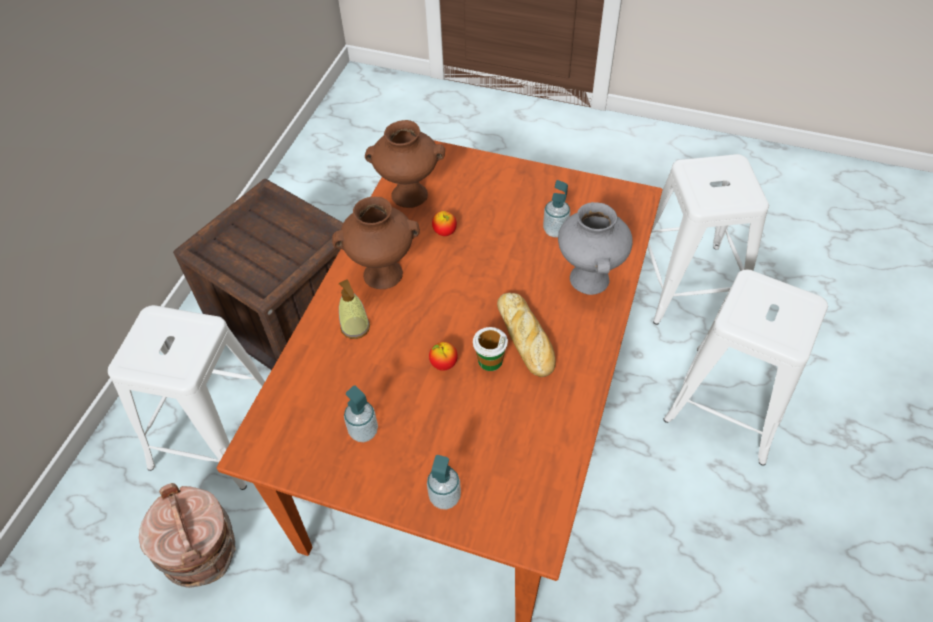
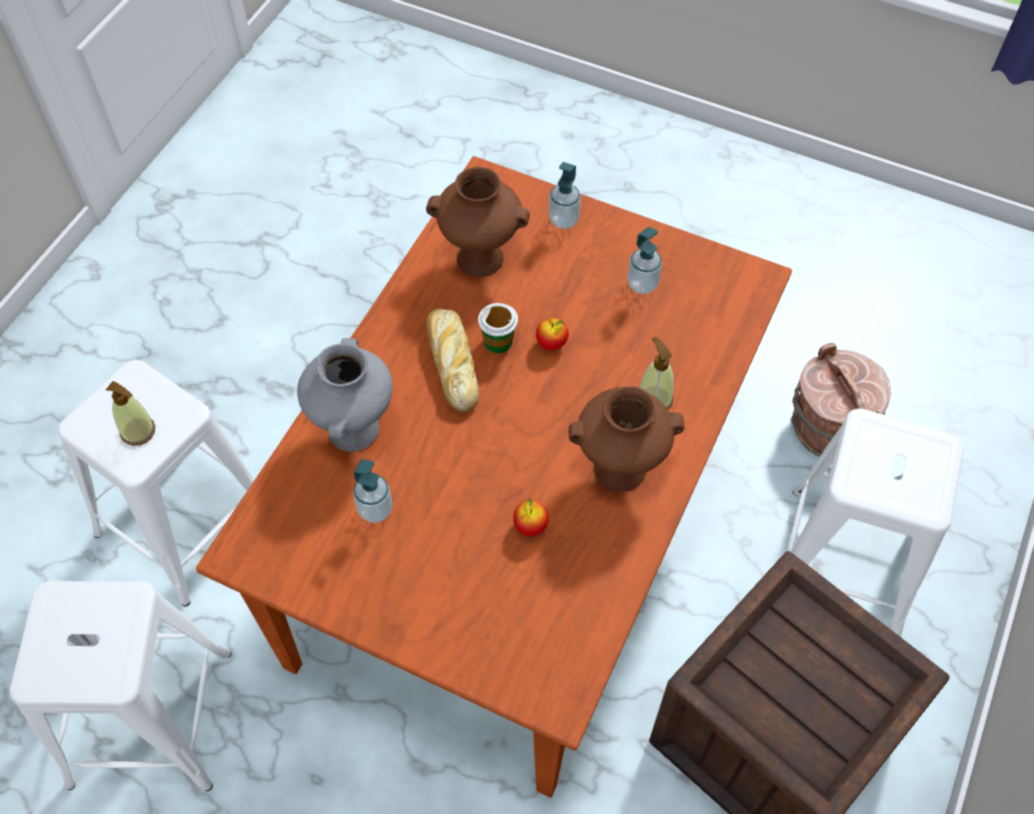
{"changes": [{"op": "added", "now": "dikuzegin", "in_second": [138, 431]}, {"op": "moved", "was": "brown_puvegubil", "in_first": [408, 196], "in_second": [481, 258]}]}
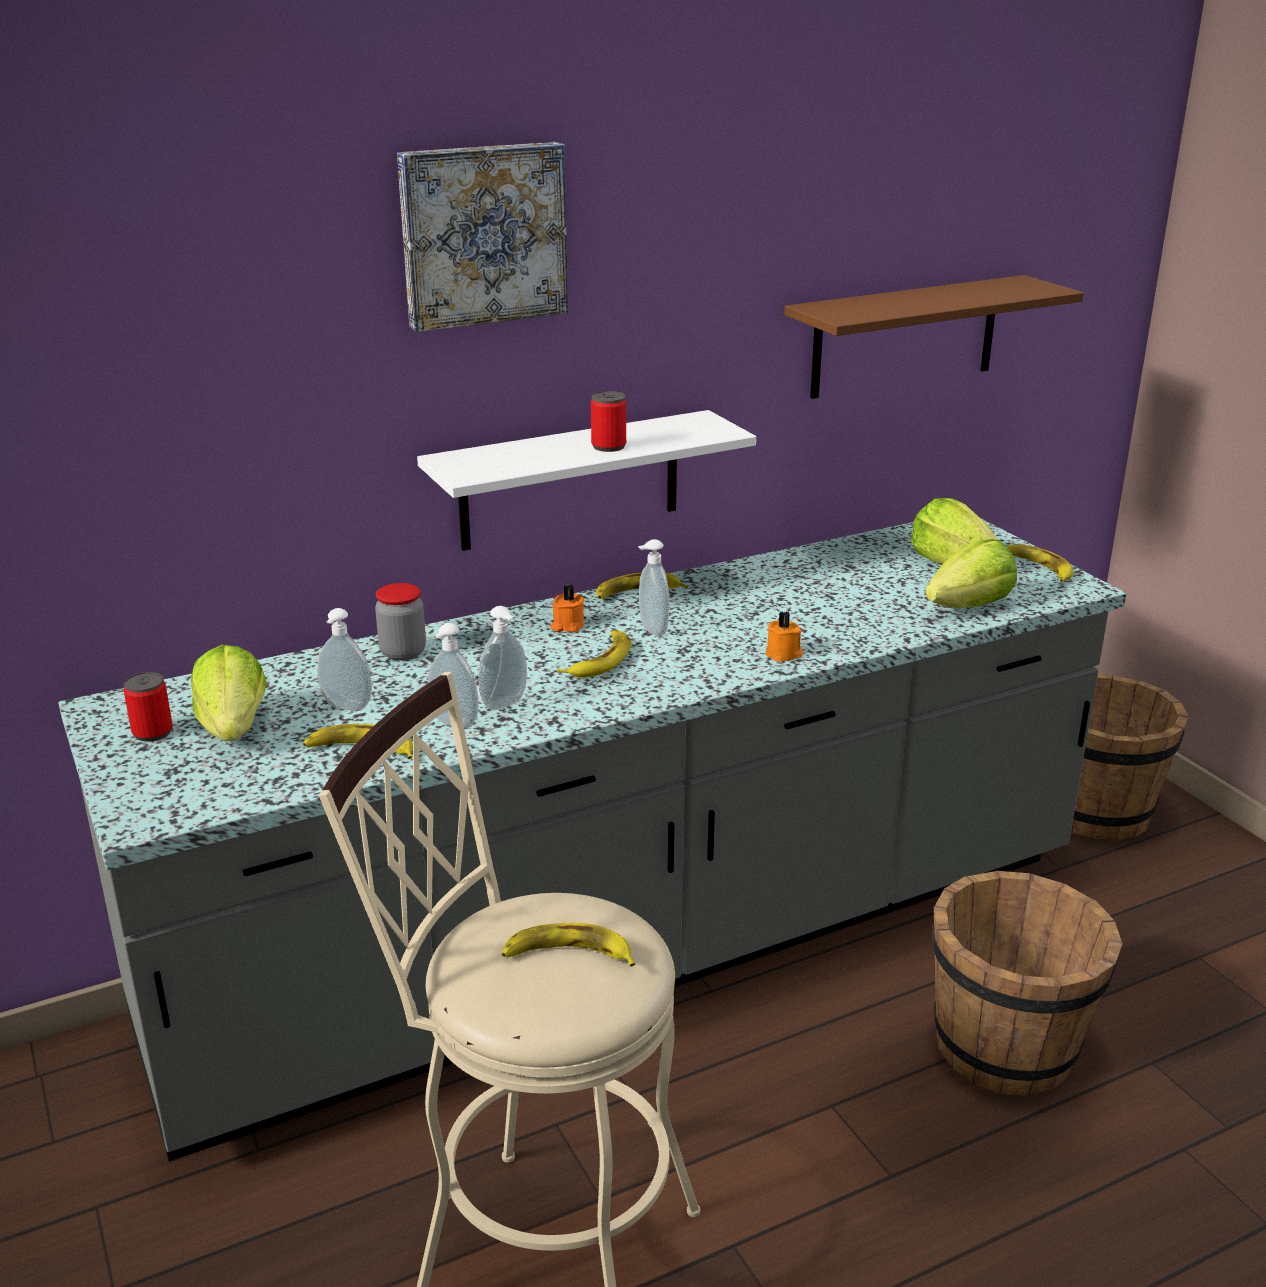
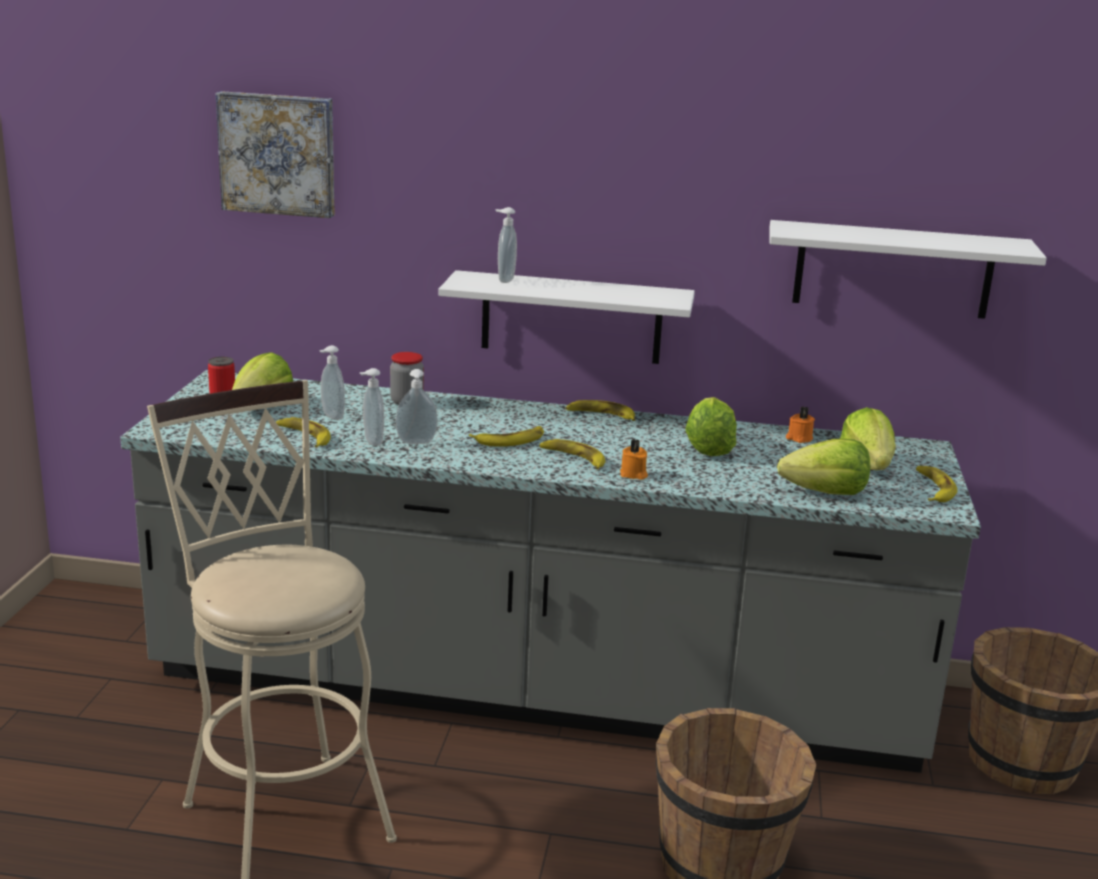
{"changes": [{"op": "removed", "was": "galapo", "in_first": [608, 446]}, {"op": "added", "now": "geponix", "in_second": [708, 448]}, {"op": "moved", "was": "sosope", "in_first": [482, 234], "in_second": [278, 154]}, {"op": "moved", "was": "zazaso", "in_first": [567, 955], "in_second": [573, 458]}, {"op": "moved", "was": "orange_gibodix", "in_first": [567, 626], "in_second": [799, 438]}, {"op": "moved", "was": "dikuzegin", "in_first": [651, 630], "in_second": [504, 280]}, {"op": "recoloured", "was": "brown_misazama", "now": "white_misazama", "in_first": [905, 337], "in_second": [893, 270]}]}
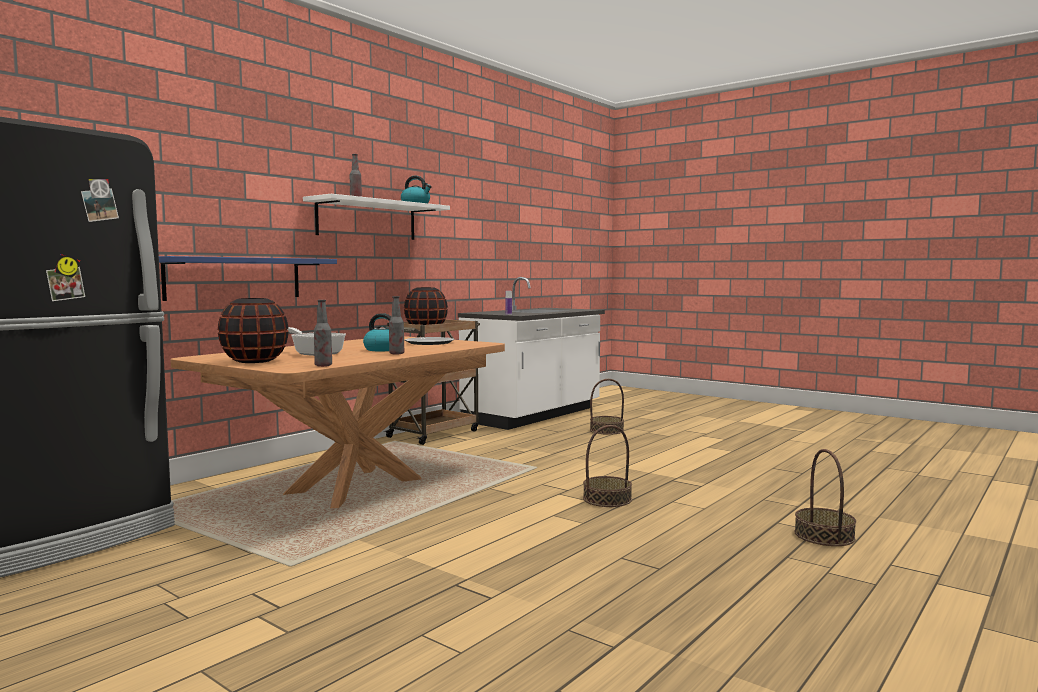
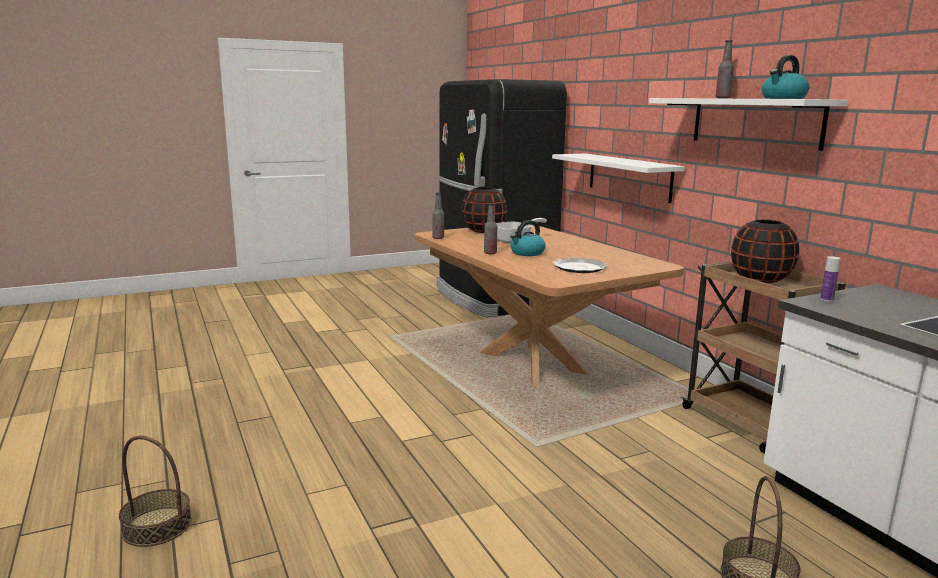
{"changes": [{"op": "removed", "was": "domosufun", "in_first": [607, 499]}, {"op": "recoloured", "was": "blue_misazama", "now": "white_misazama", "in_first": [234, 278], "in_second": [629, 177]}]}
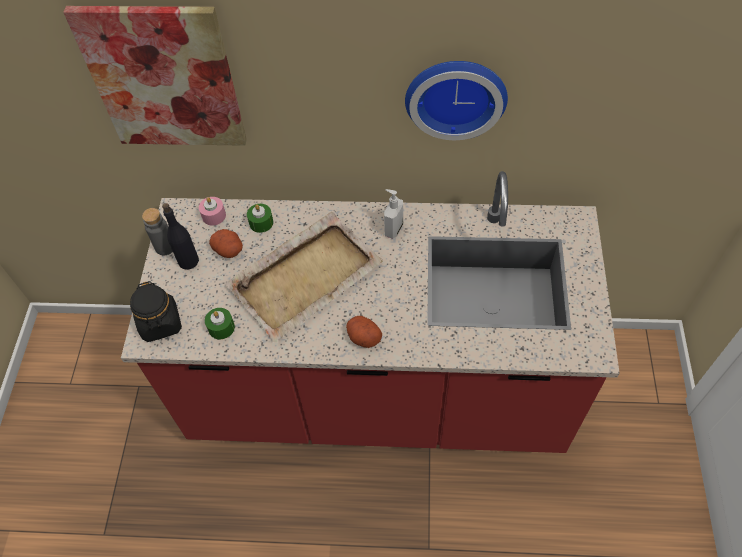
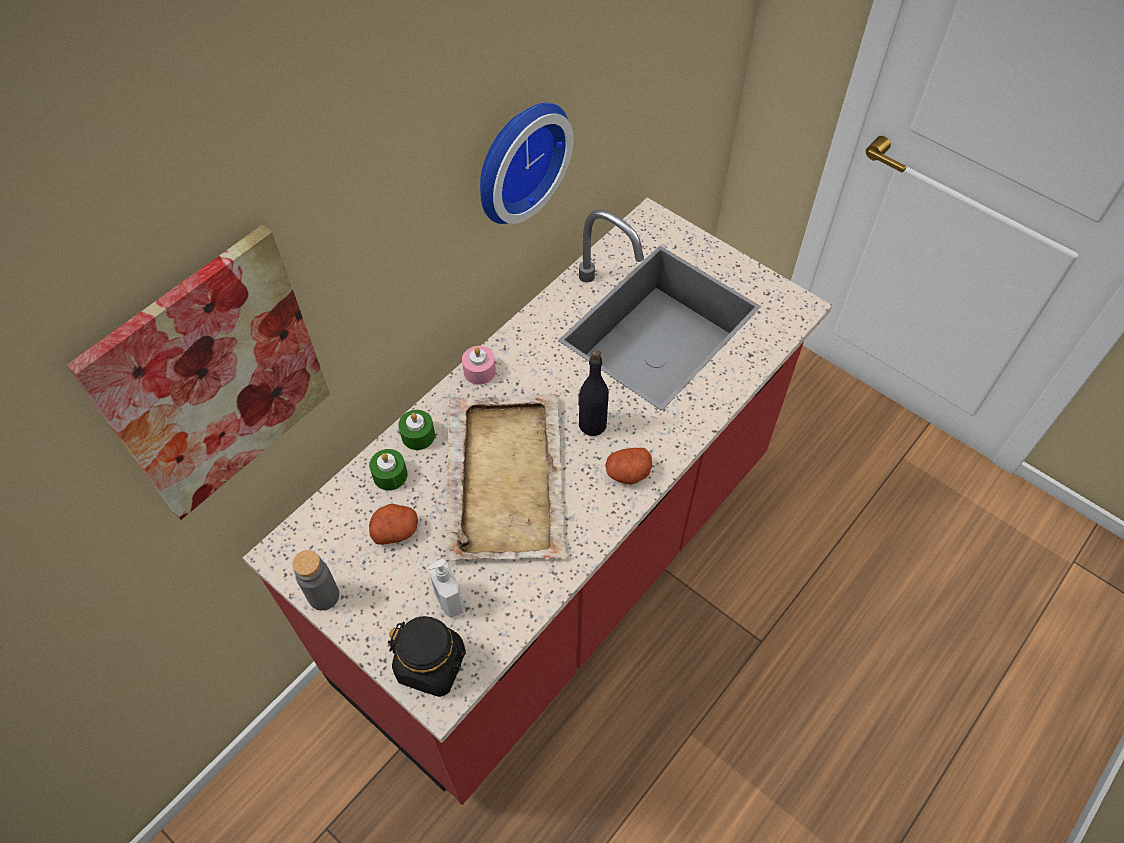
{"changes": [{"op": "moved", "was": "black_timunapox", "in_first": [188, 261], "in_second": [592, 424]}, {"op": "moved", "was": "pink_gibodix", "in_first": [214, 215], "in_second": [479, 371]}, {"op": "moved", "was": "green_gibodix", "in_first": [221, 327], "in_second": [418, 435]}, {"op": "moved", "was": "dikuzegin", "in_first": [393, 229], "in_second": [448, 601]}]}
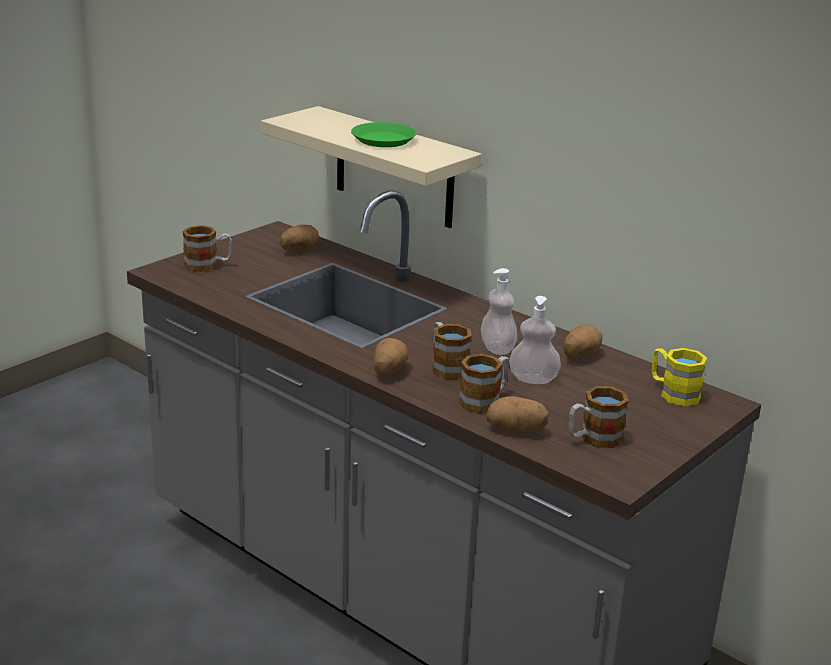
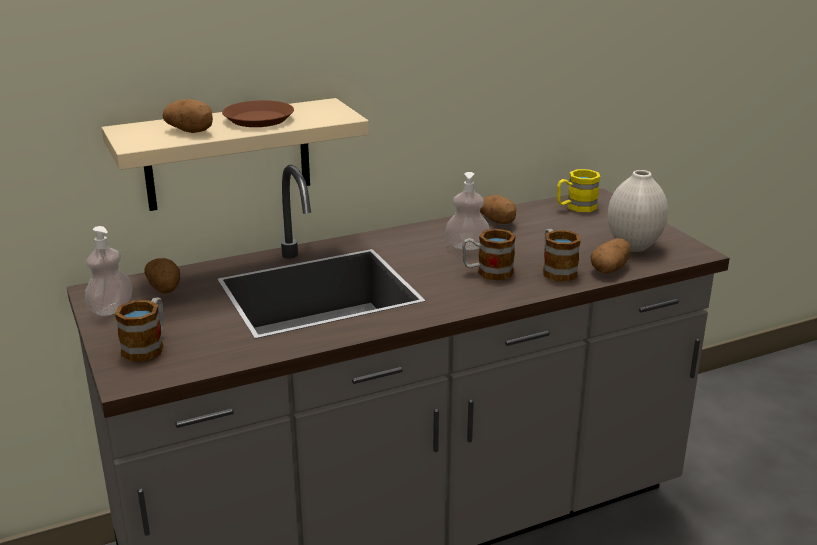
{"changes": [{"op": "moved", "was": "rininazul", "in_first": [388, 371], "in_second": [191, 131]}, {"op": "moved", "was": "dikuzegin", "in_first": [533, 379], "in_second": [111, 309]}, {"op": "replaced", "was": "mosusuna", "now": "white_puvegubil", "in_first": [593, 439], "in_second": [634, 247]}, {"op": "recoloured", "was": "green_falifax", "now": "brown_falifax", "in_first": [383, 140], "in_second": [258, 119]}]}
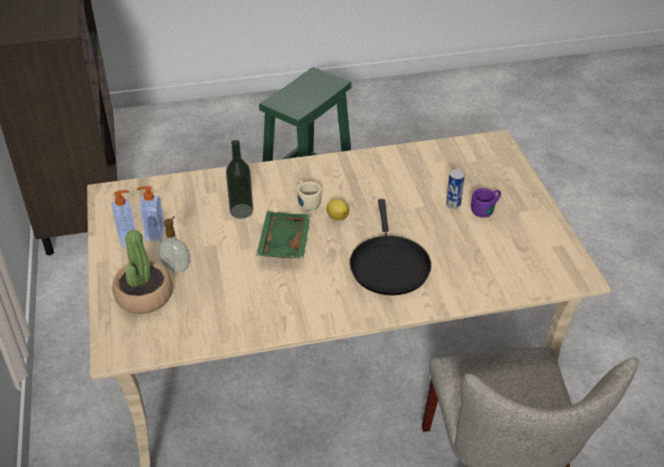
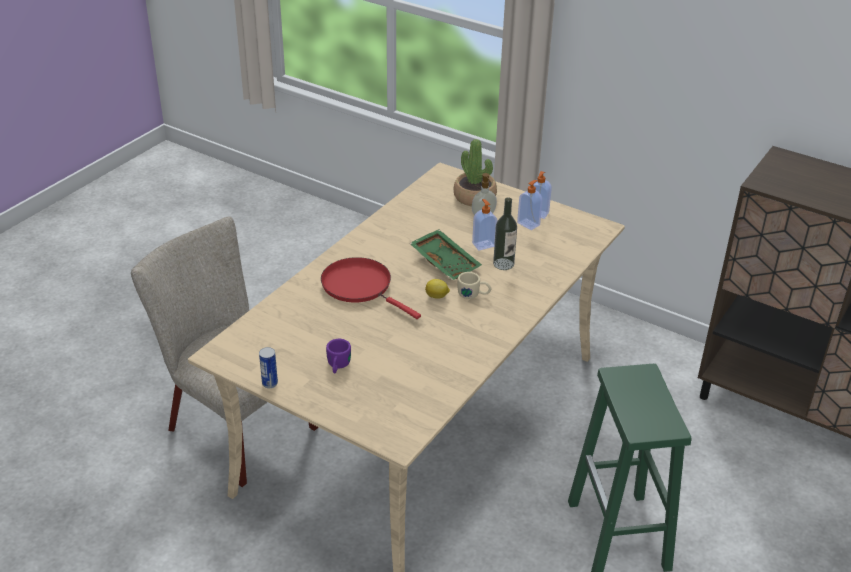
{"changes": [{"op": "added", "now": "dikuzegin", "in_second": [483, 244]}, {"op": "moved", "was": "galapo", "in_first": [453, 204], "in_second": [270, 383]}, {"op": "recoloured", "was": "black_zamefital", "now": "red_zamefital", "in_first": [388, 265], "in_second": [360, 286]}]}
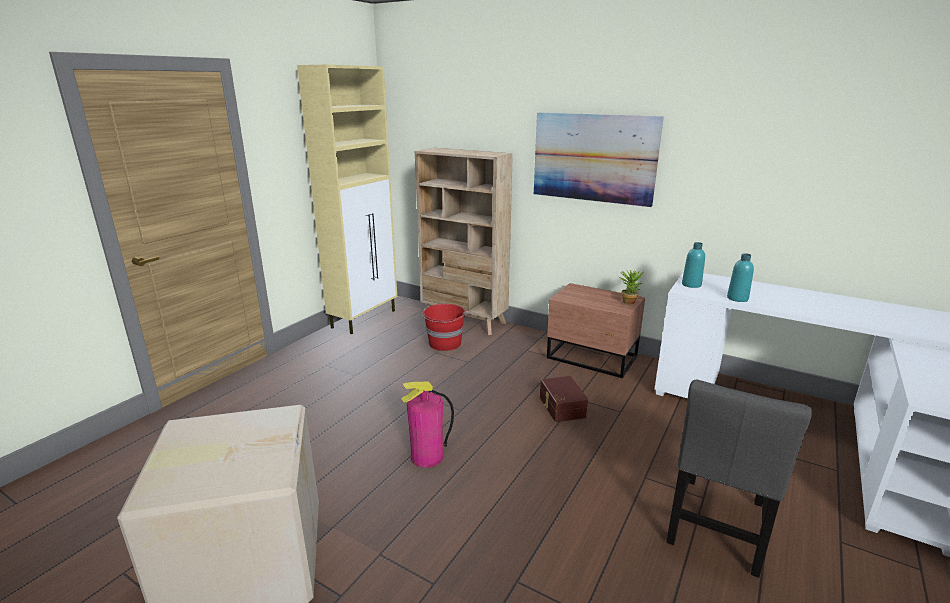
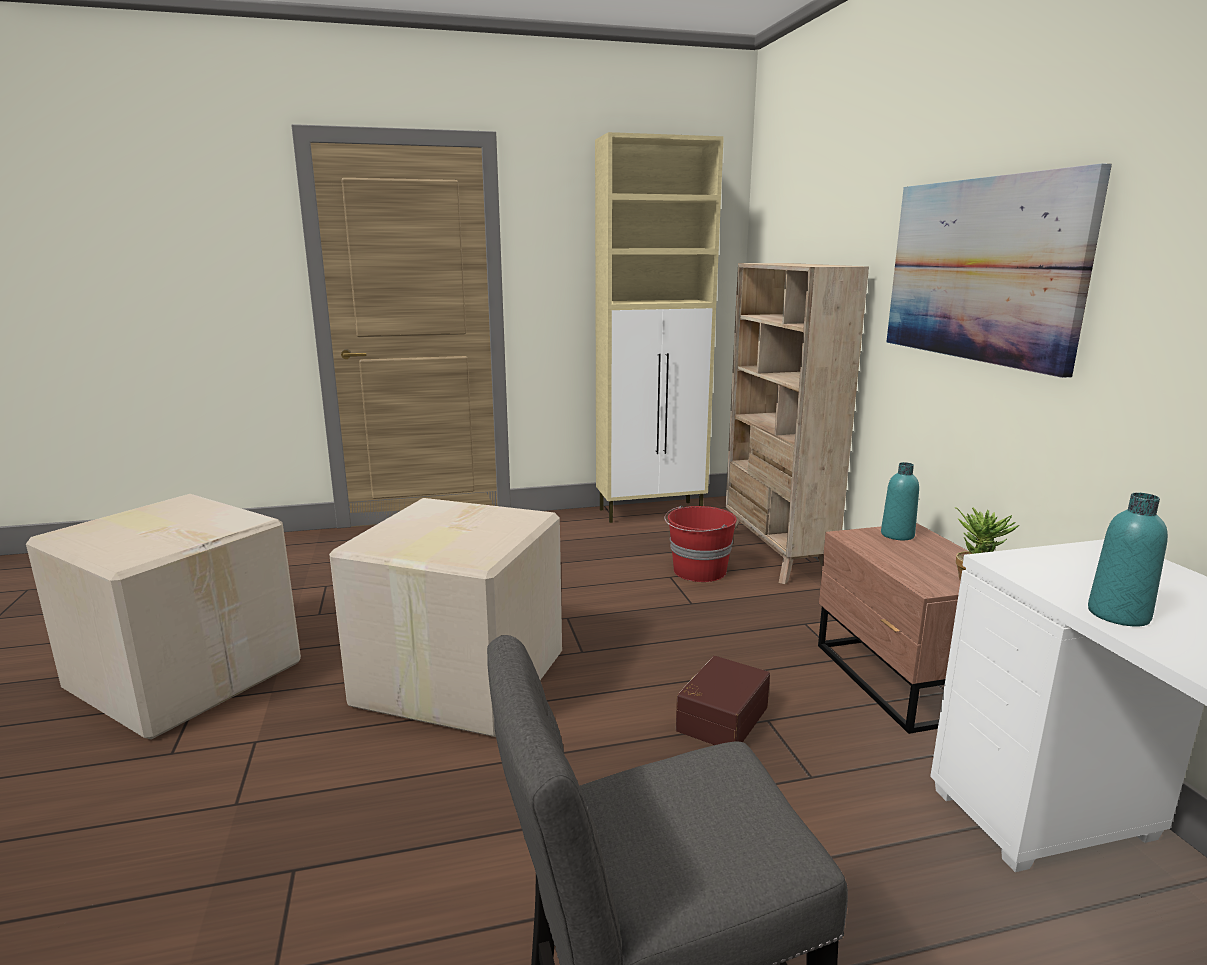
{"changes": [{"op": "moved", "was": "turquoise_timunapox", "in_first": [691, 285], "in_second": [897, 535]}, {"op": "replaced", "was": "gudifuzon", "now": "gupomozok", "in_first": [427, 457], "in_second": [457, 679]}]}
